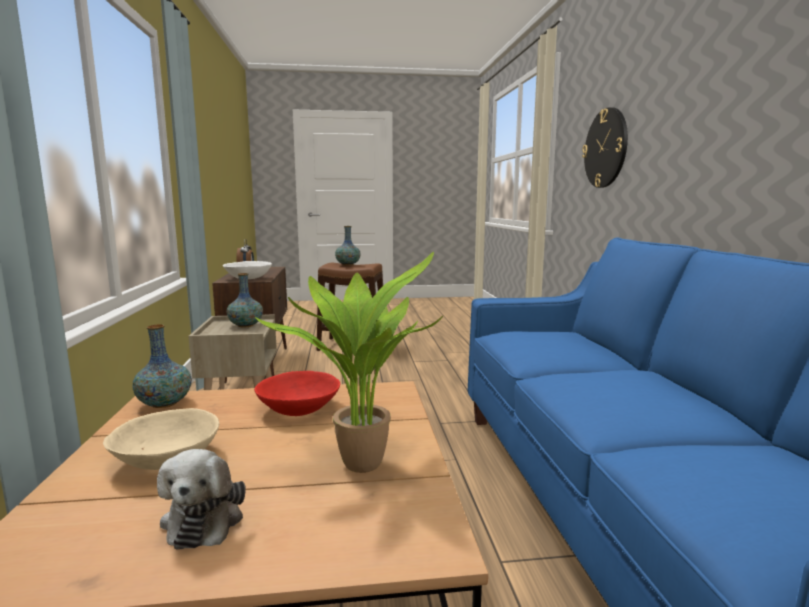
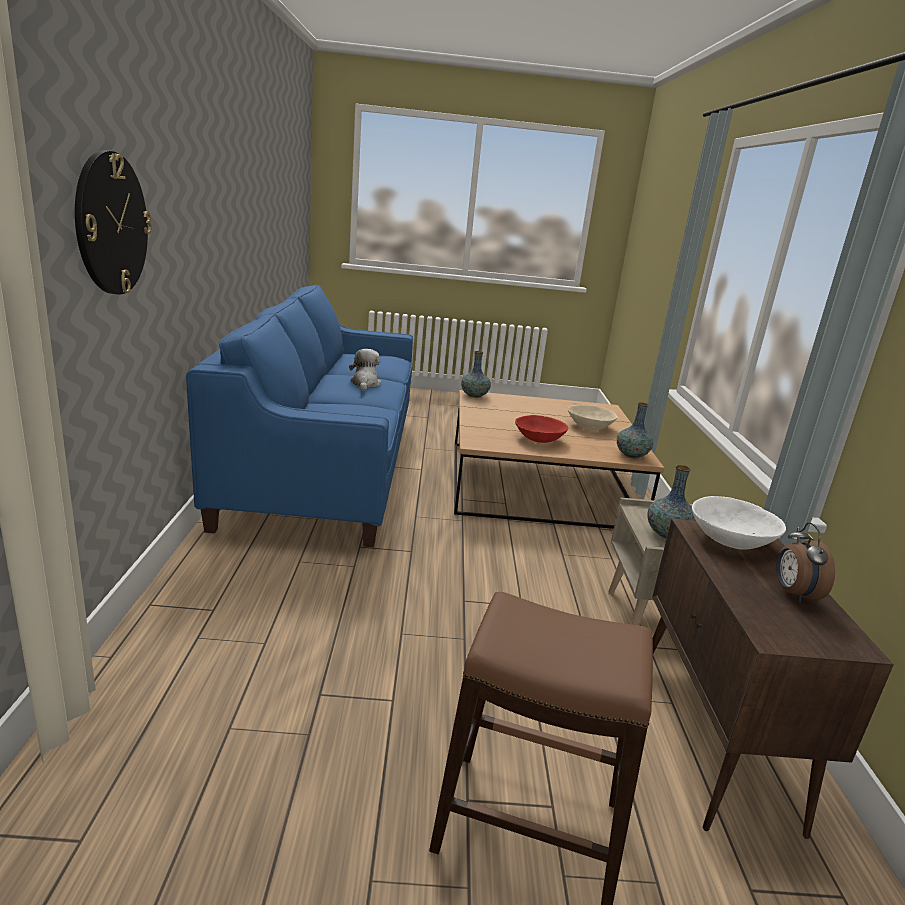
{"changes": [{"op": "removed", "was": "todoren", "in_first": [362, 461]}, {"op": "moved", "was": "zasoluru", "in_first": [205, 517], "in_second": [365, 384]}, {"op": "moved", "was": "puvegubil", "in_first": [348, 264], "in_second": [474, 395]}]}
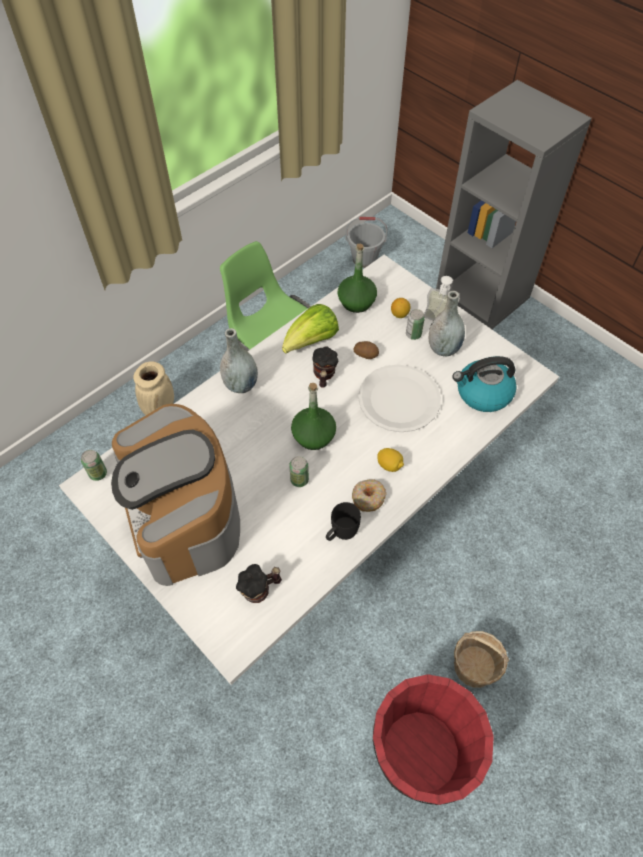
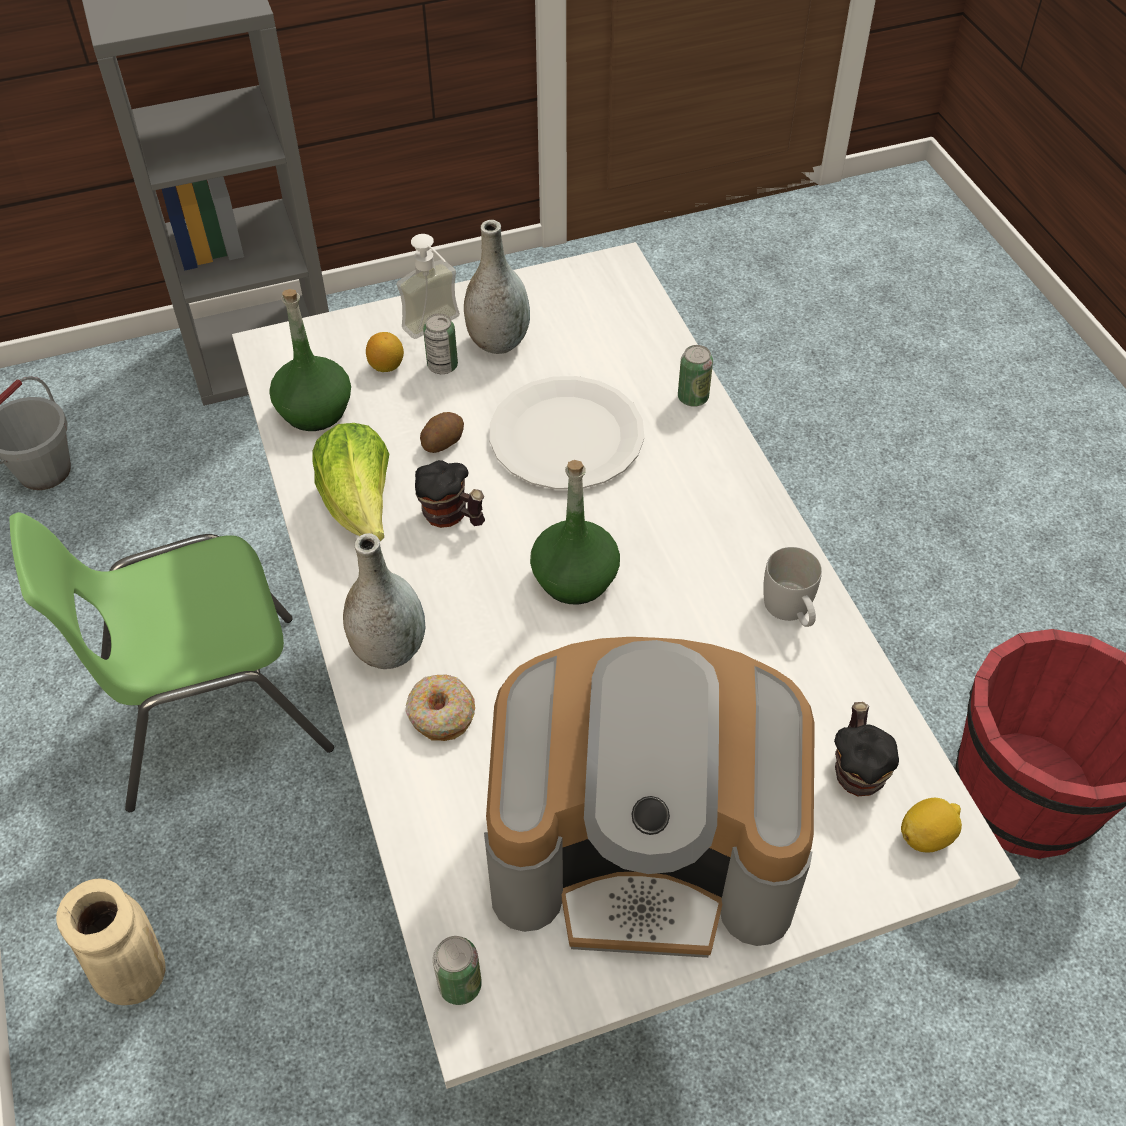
{"changes": [{"op": "removed", "was": "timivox", "in_first": [482, 393]}, {"op": "removed", "was": "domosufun", "in_first": [475, 666]}, {"op": "moved", "was": "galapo", "in_first": [299, 480], "in_second": [693, 398]}, {"op": "moved", "was": "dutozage", "in_first": [368, 498], "in_second": [440, 714]}, {"op": "moved", "was": "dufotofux", "in_first": [389, 465], "in_second": [926, 836]}, {"op": "recoloured", "was": "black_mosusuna", "now": "white_mosusuna", "in_first": [341, 532], "in_second": [791, 611]}]}
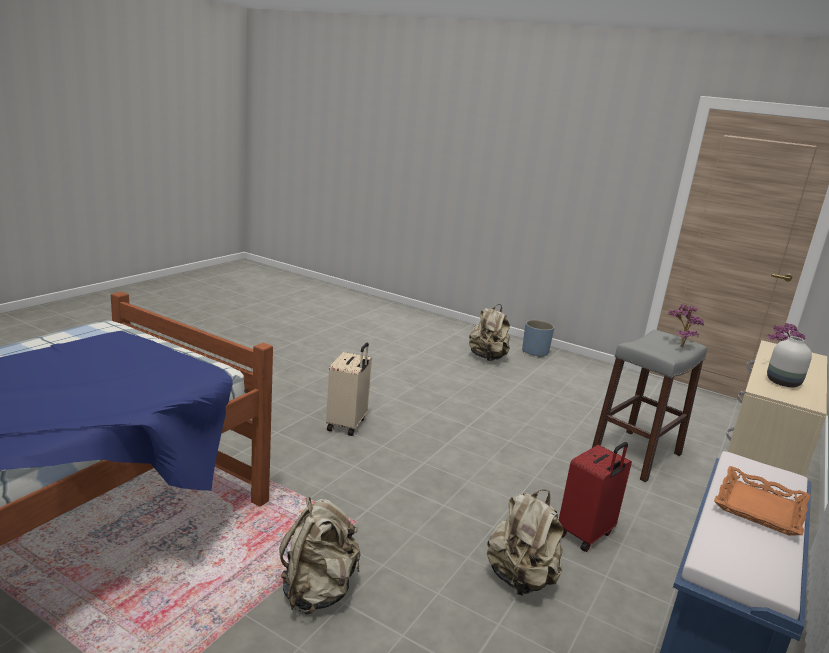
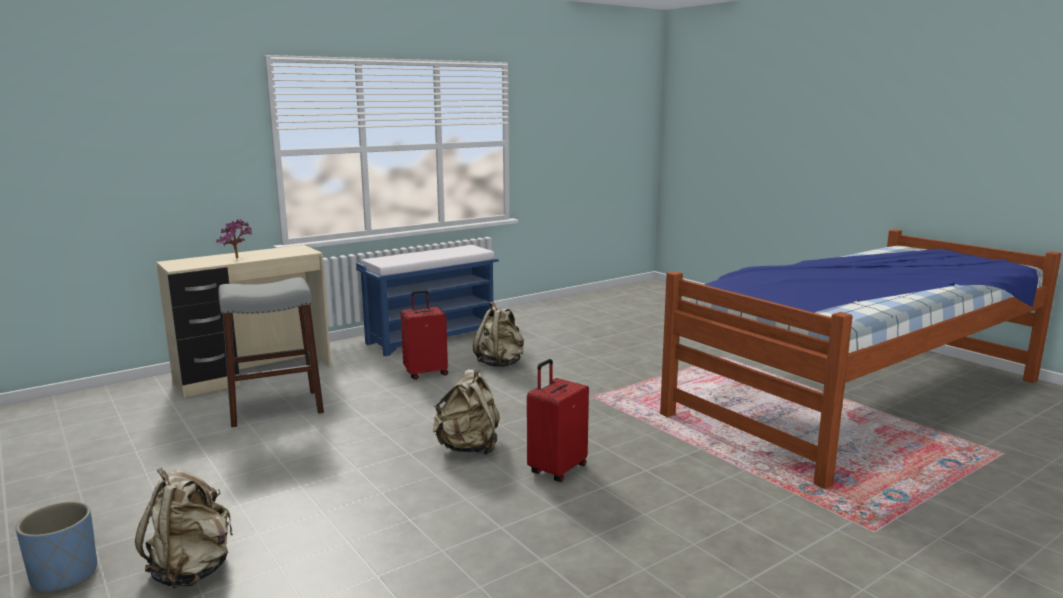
{"changes": [{"op": "removed", "was": "todoren", "in_first": [679, 345]}, {"op": "removed", "was": "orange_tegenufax", "in_first": [759, 506]}, {"op": "removed", "was": "white_puvegubil", "in_first": [783, 383]}, {"op": "moved", "was": "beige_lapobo", "in_first": [317, 591], "in_second": [469, 448]}, {"op": "recoloured", "was": "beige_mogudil", "now": "red_mogudil", "in_first": [347, 425], "in_second": [556, 469]}]}
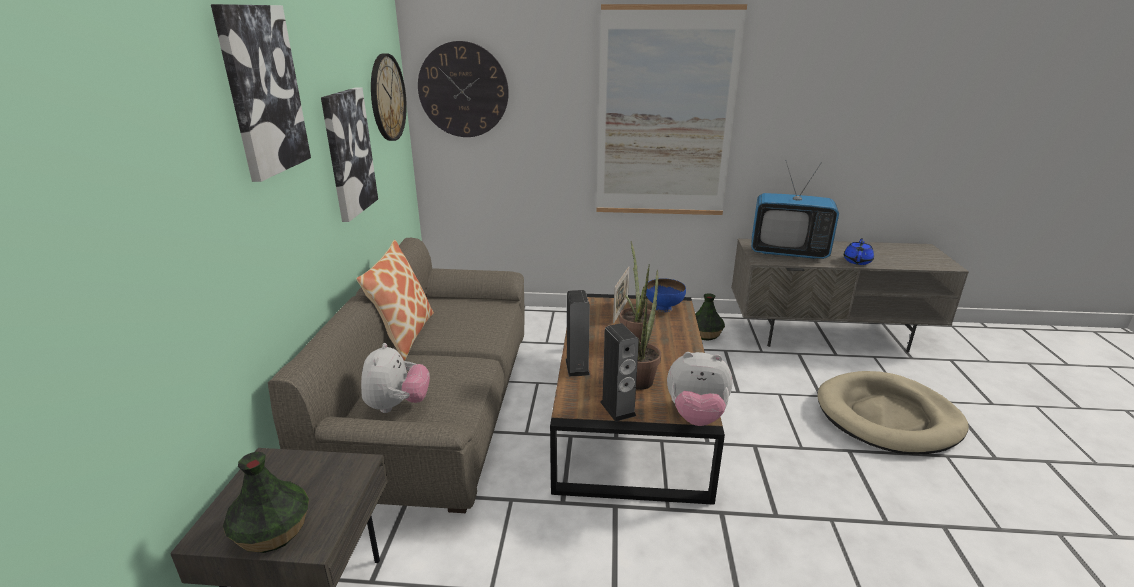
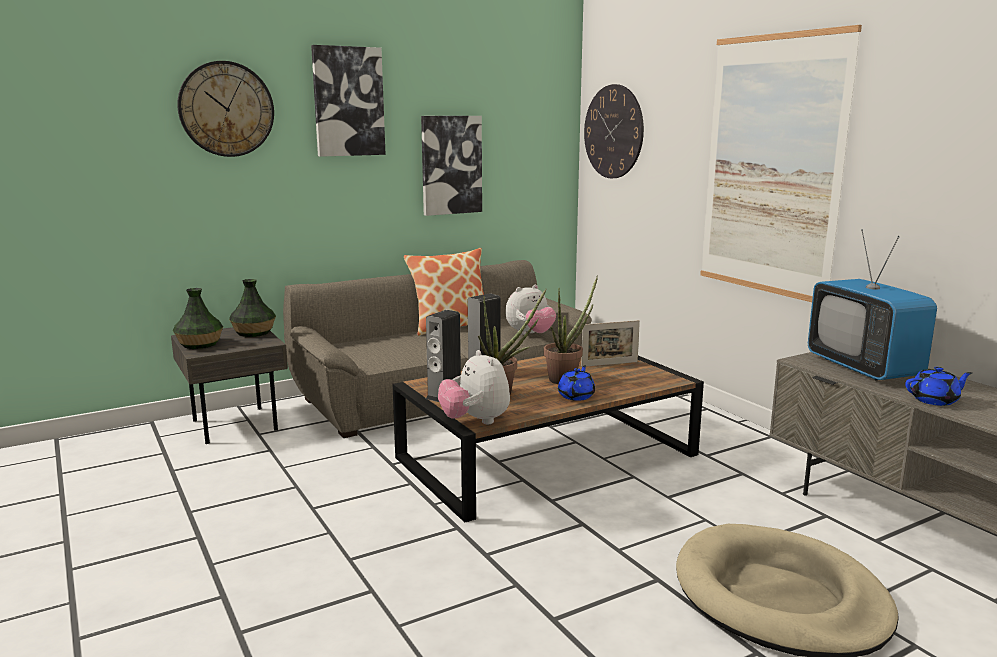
{"changes": [{"op": "removed", "was": "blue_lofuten", "in_first": [663, 308]}, {"op": "added", "now": "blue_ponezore", "in_second": [576, 396]}, {"op": "moved", "was": "zasoluru", "in_first": [397, 405], "in_second": [530, 334]}, {"op": "moved", "was": "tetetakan", "in_first": [387, 98], "in_second": [226, 109]}, {"op": "moved", "was": "puvegubil", "in_first": [704, 334], "in_second": [254, 332]}]}
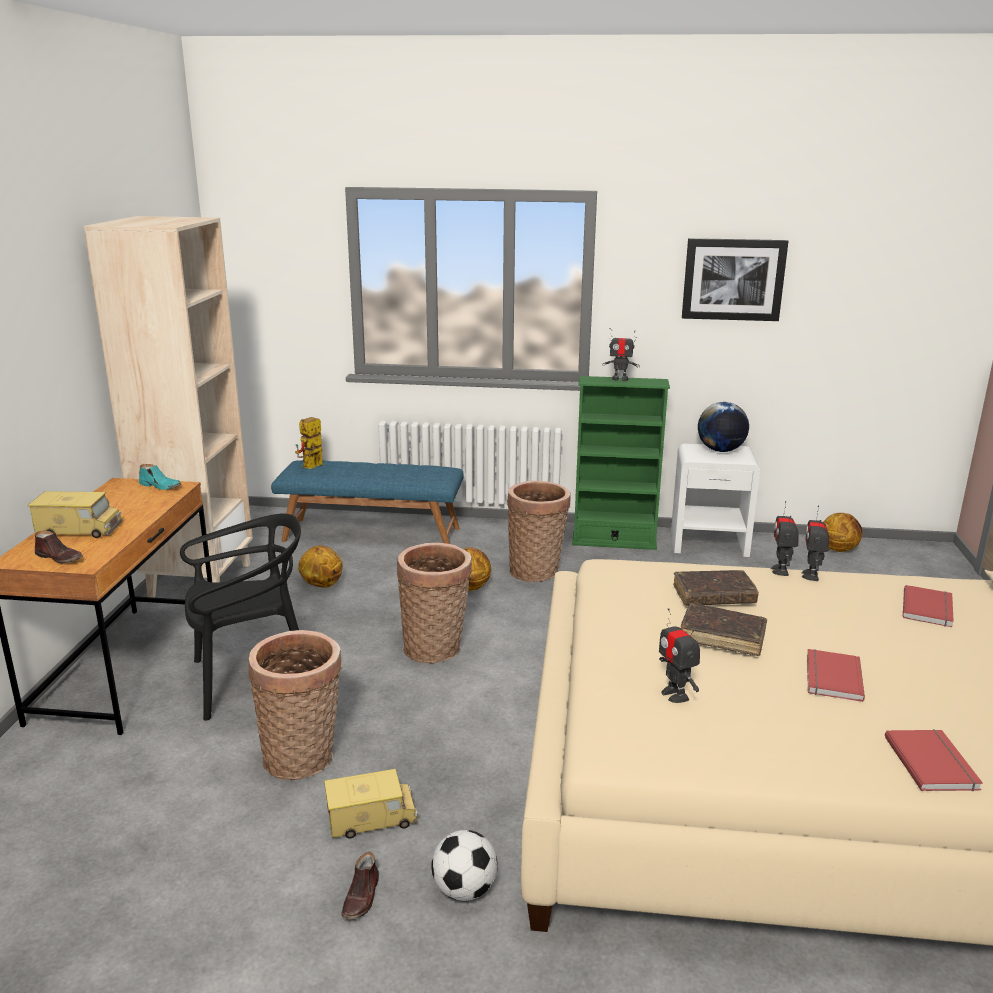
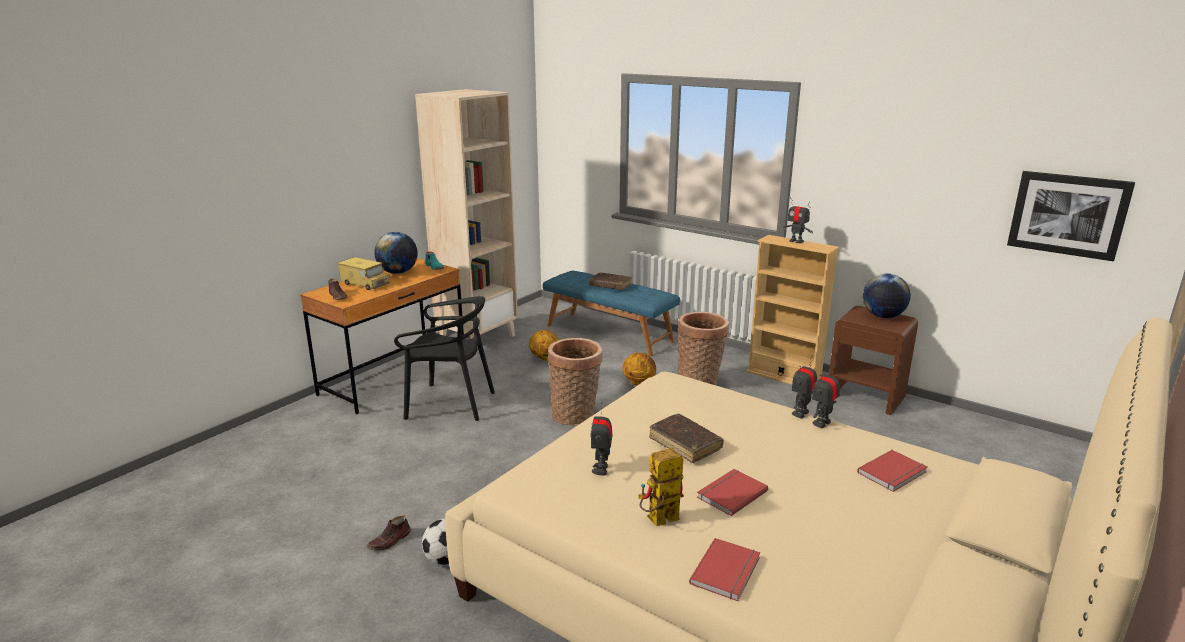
{"changes": [{"op": "removed", "was": "domosufun", "in_first": [303, 757]}, {"op": "removed", "was": "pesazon", "in_first": [372, 819]}, {"op": "removed", "was": "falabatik", "in_first": [839, 549]}, {"op": "added", "now": "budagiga", "in_second": [398, 272]}, {"op": "moved", "was": "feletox", "in_first": [310, 467], "in_second": [658, 522]}, {"op": "moved", "was": "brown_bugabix", "in_first": [714, 596], "in_second": [610, 285]}, {"op": "moved", "was": "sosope", "in_first": [733, 279], "in_second": [1068, 214]}, {"op": "recoloured", "was": "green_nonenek", "now": "beige_nonenek", "in_first": [614, 541], "in_second": [784, 377]}, {"op": "recoloured", "was": "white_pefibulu", "now": "brown_pefibulu", "in_first": [709, 543], "in_second": [866, 396]}]}
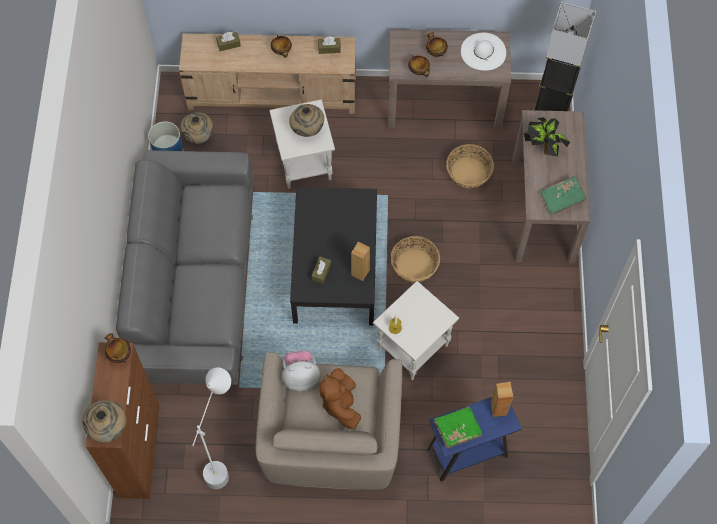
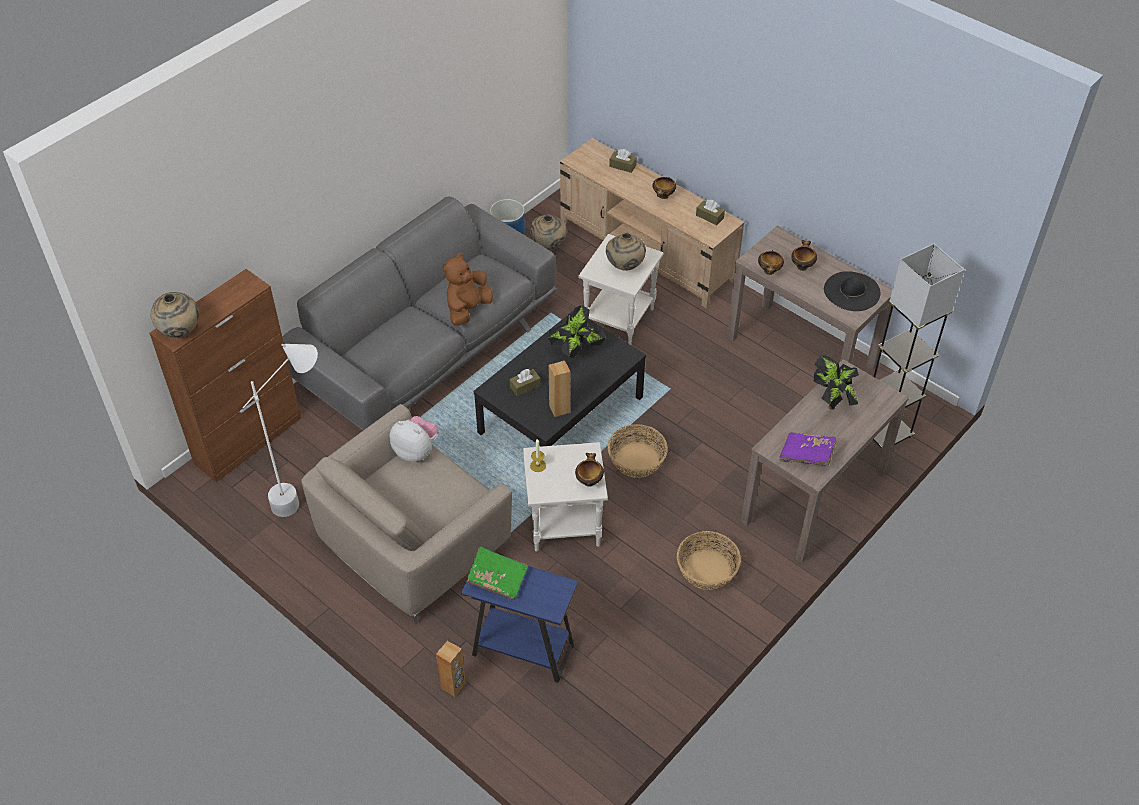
{"changes": [{"op": "added", "now": "todoren", "in_second": [576, 351]}, {"op": "moved", "was": "lofuten", "in_first": [119, 354], "in_second": [589, 480]}, {"op": "moved", "was": "brown_zasoluru", "in_first": [340, 404], "in_second": [467, 309]}, {"op": "moved", "was": "domosufun", "in_first": [468, 173], "in_second": [706, 569]}, {"op": "moved", "was": "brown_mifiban", "in_first": [499, 408], "in_second": [453, 686]}, {"op": "recoloured", "was": "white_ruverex", "now": "black_ruverex", "in_first": [483, 51], "in_second": [852, 291]}, {"op": "recoloured", "was": "green_bugabix", "now": "purple_bugabix", "in_first": [562, 199], "in_second": [807, 455]}]}
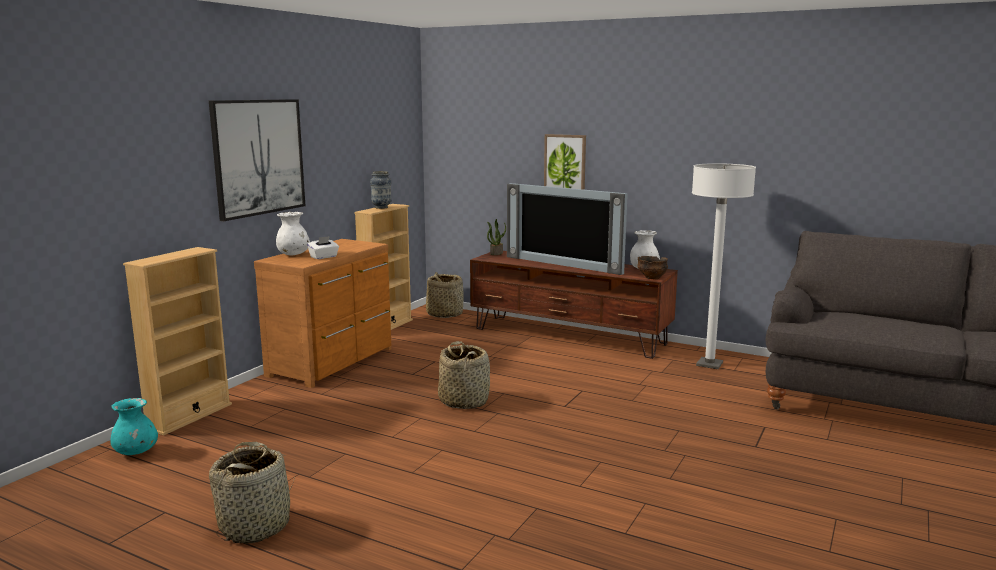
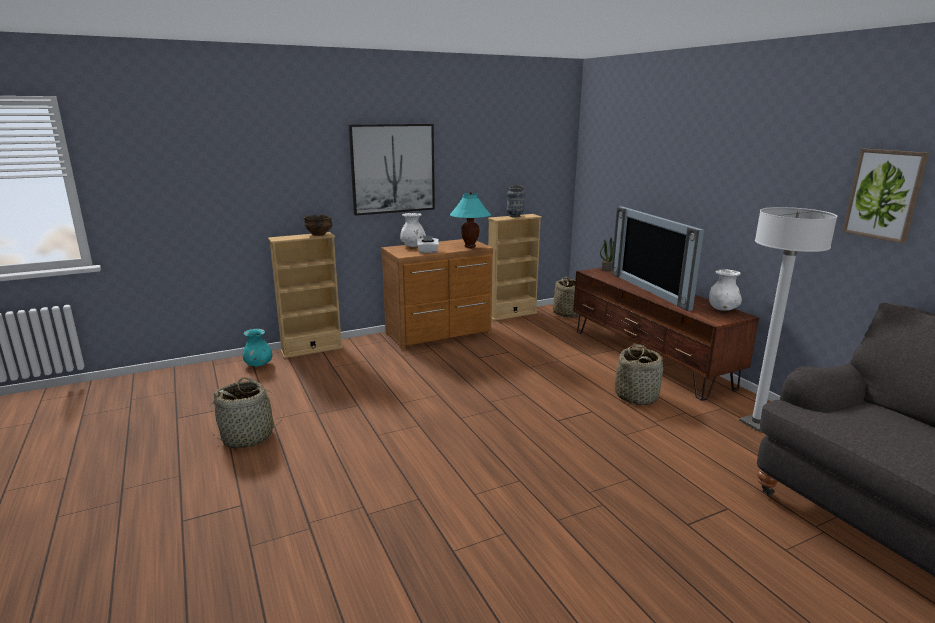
{"changes": [{"op": "added", "now": "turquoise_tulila", "in_second": [469, 246]}, {"op": "moved", "was": "domosufun", "in_first": [464, 401], "in_second": [636, 396]}, {"op": "moved", "was": "sosope", "in_first": [565, 166], "in_second": [884, 194]}, {"op": "moved", "was": "lofuten", "in_first": [652, 277], "in_second": [319, 234]}]}
